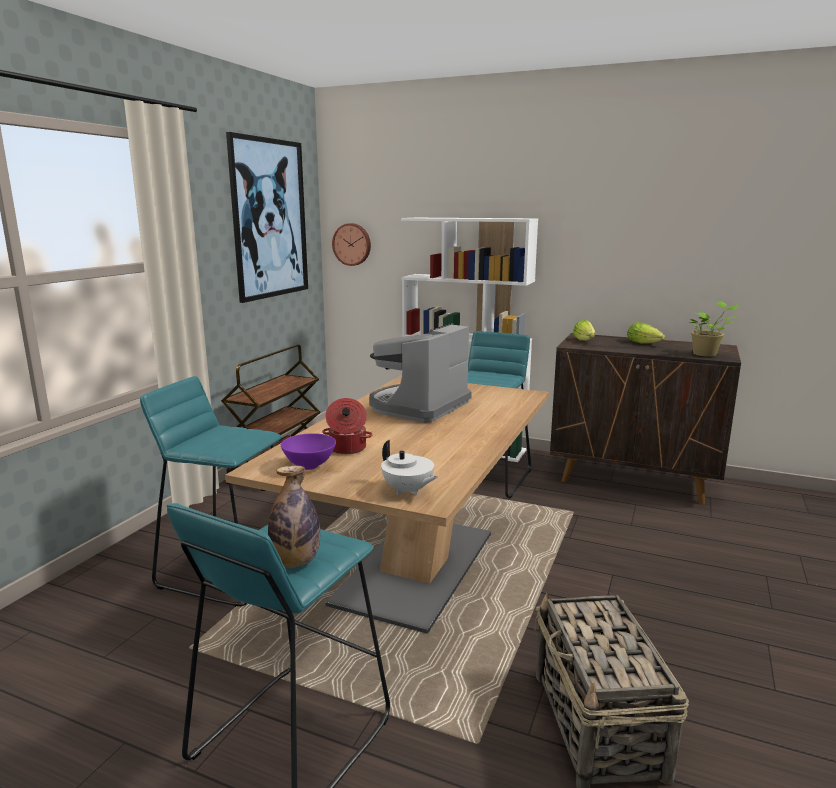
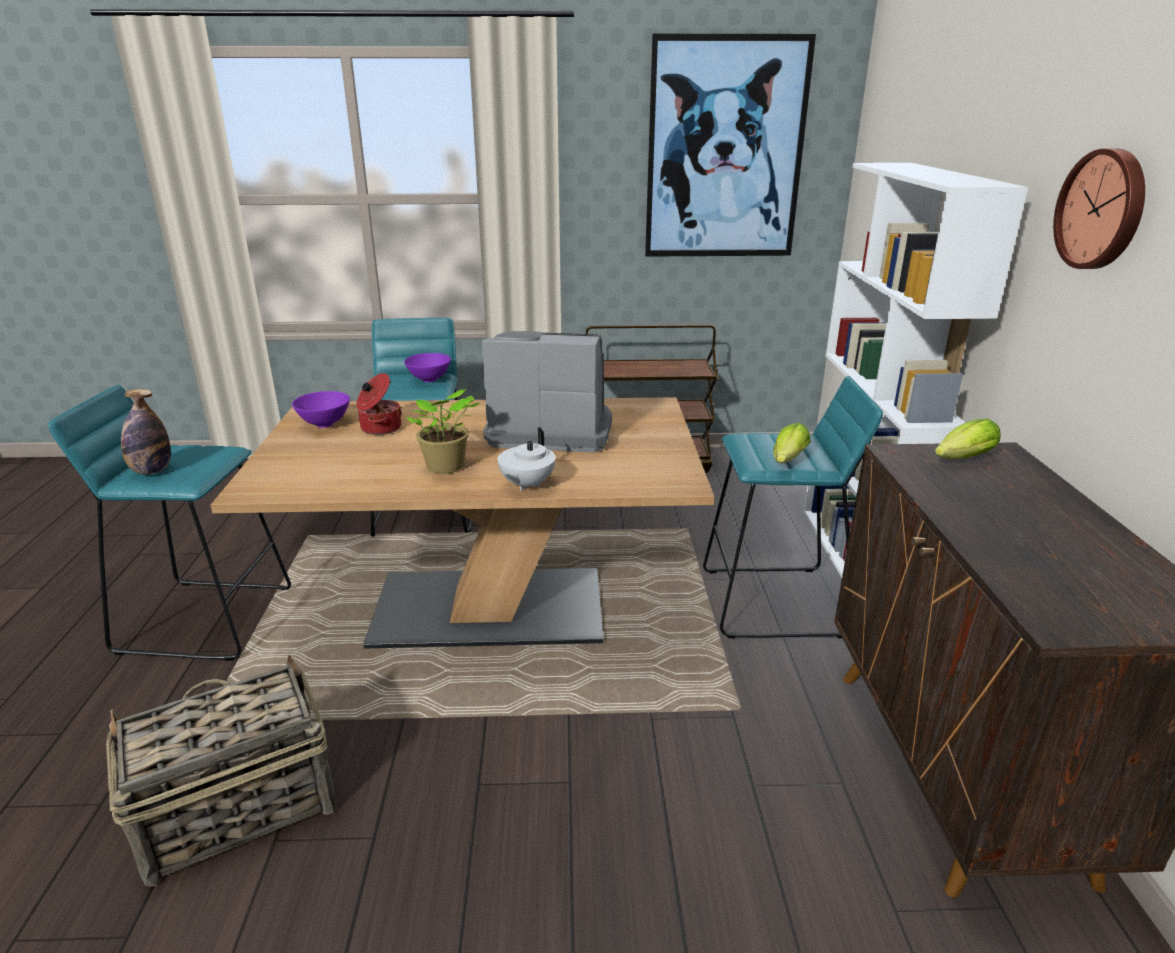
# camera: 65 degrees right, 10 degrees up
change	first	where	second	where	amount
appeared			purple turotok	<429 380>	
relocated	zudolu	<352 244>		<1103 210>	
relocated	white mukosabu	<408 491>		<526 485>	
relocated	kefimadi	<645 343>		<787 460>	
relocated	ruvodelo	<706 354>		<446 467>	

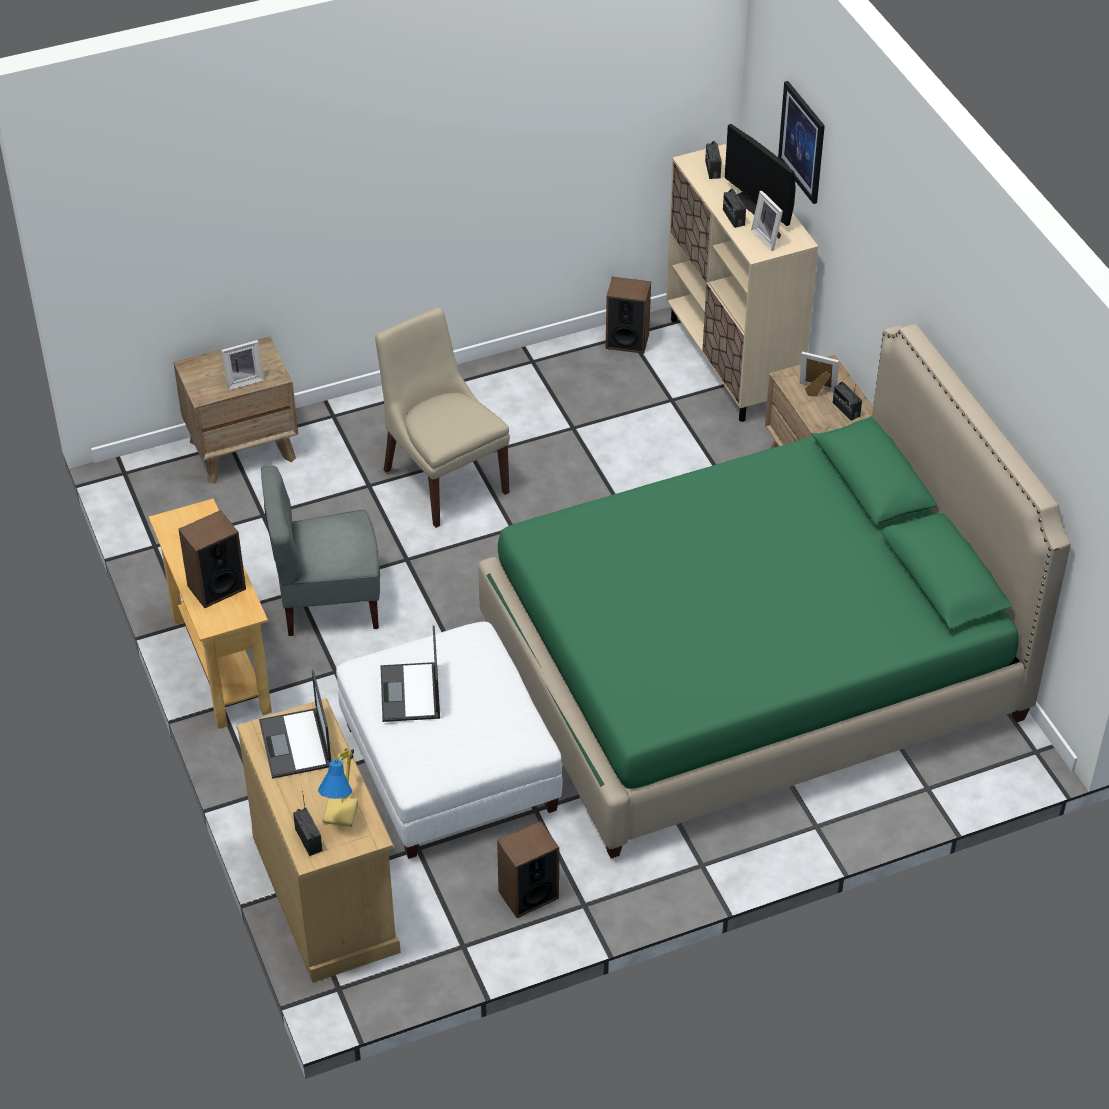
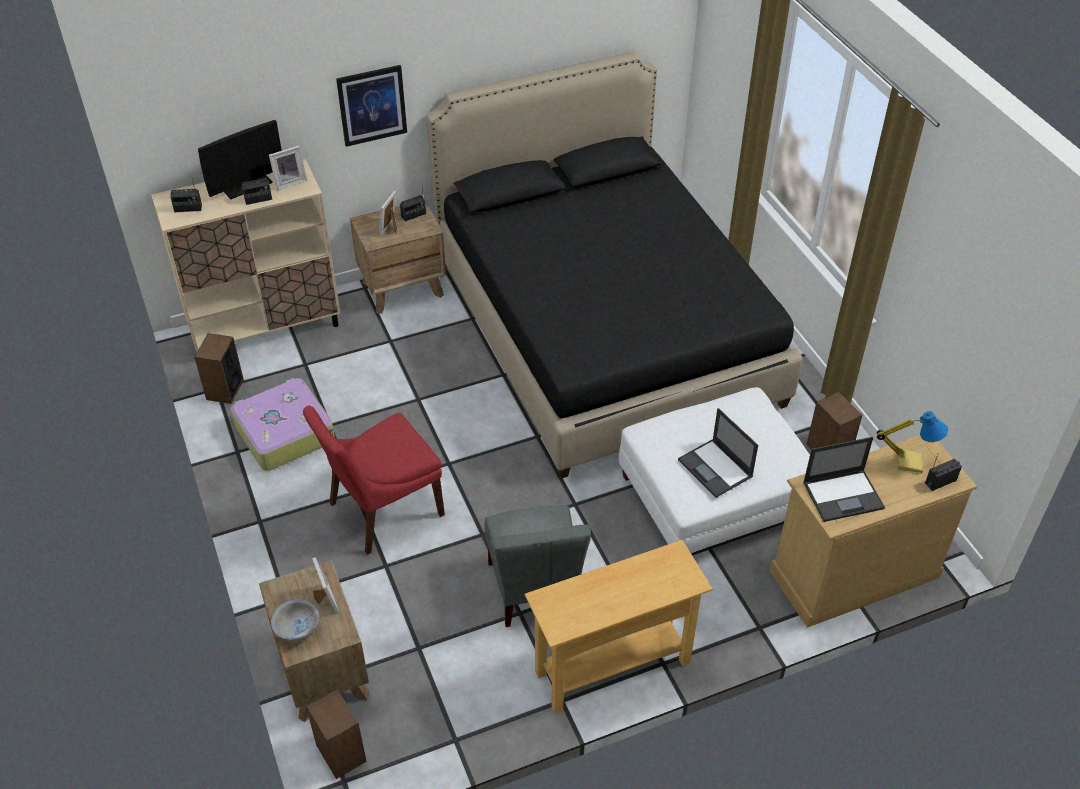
# camera: 90 degrees left, 0 degrees up
change	first	where	second	where	amount
appeared			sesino	<283 433>	
appeared			white turotok	<297 629>	
relocated	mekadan	<216 587>		<340 753>	
relocated	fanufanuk	<802 142>		<372 105>	
colour	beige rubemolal	<443 478>	red rubemolal	<382 511>	
colour	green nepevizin	<751 671>	black nepevizin	<603 330>	
spun	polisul	<410 693>		<716 469>	60 degrees clockwise

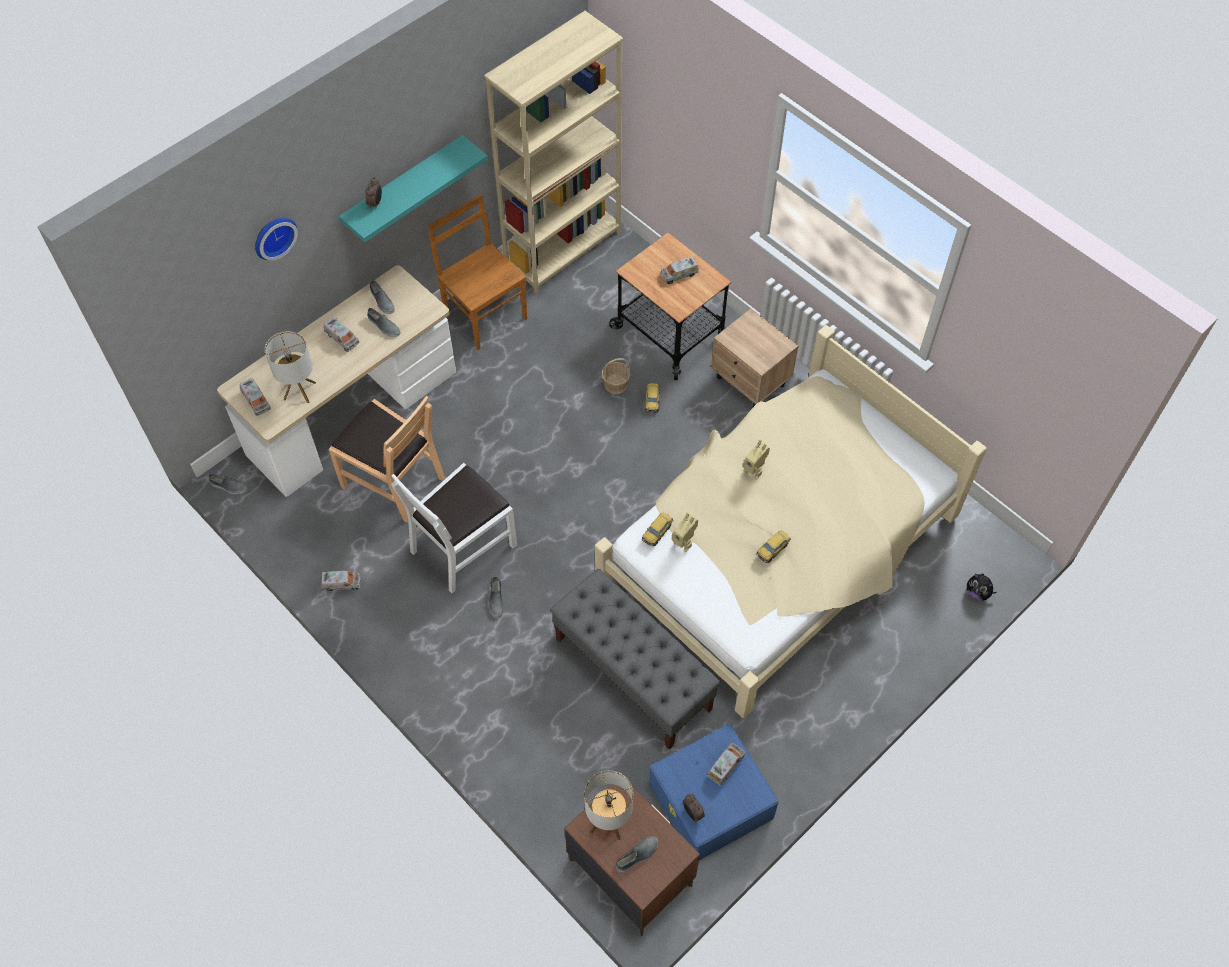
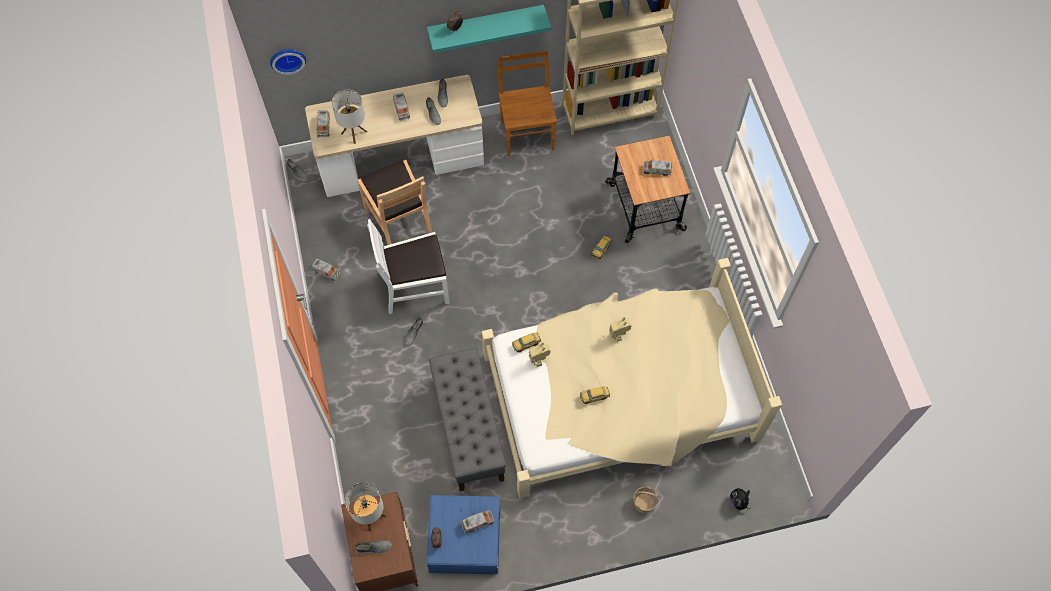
# camera: 30 degrees right, 5 degrees up
change	first	where	second	where	amount
missing	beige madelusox	<751 381>			
relocated	zudolu	<273 236>		<287 59>	
relocated	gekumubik	<615 384>		<644 503>	

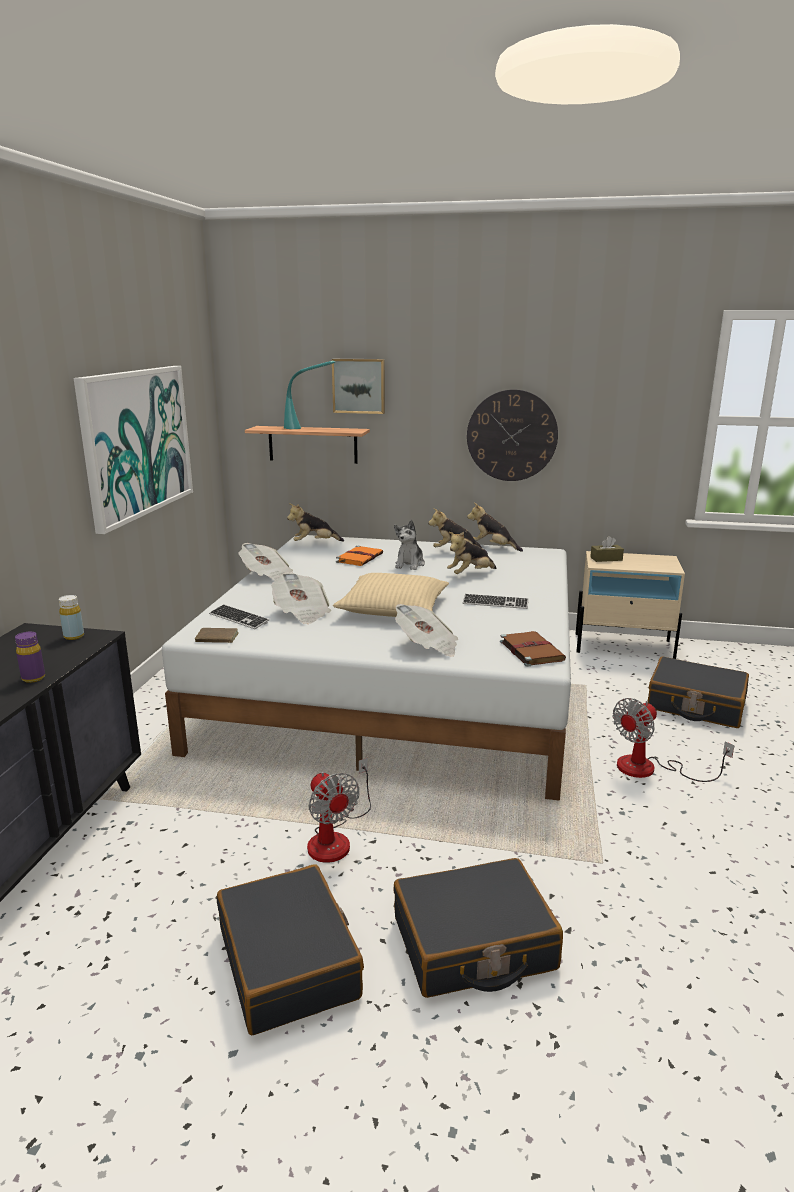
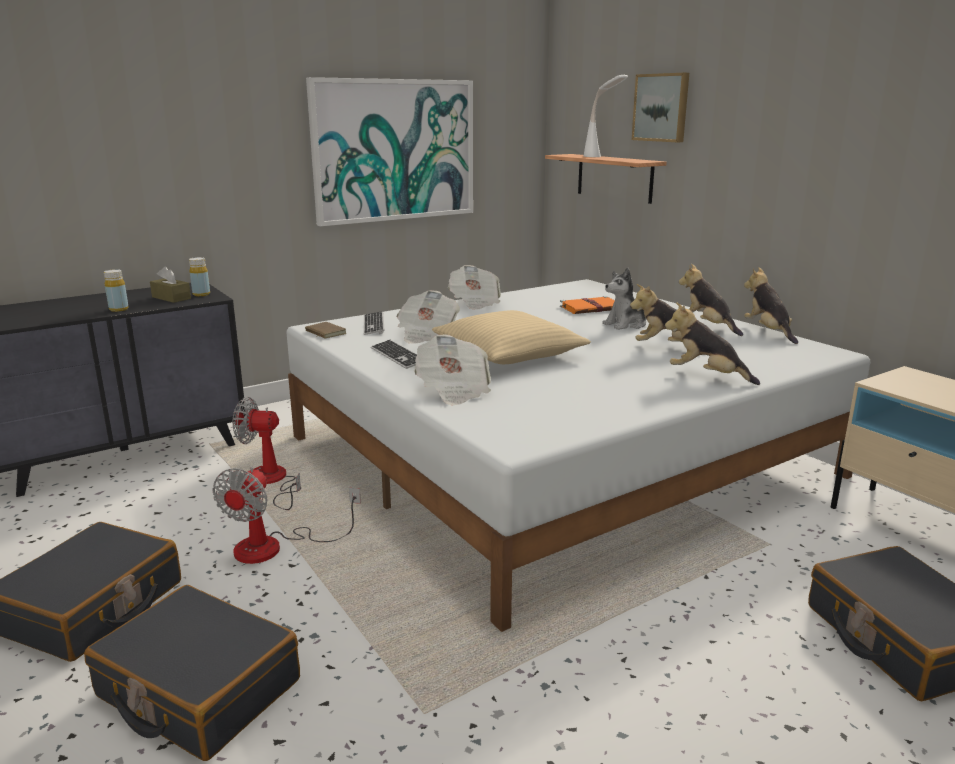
# camera: 45 degrees right, 0 degrees up
change	first	where	second	where	amount
missing	zudolu	<512 435>			
missing	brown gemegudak	<530 650>			
relocated	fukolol	<314 543>		<706 376>	
relocated	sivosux	<495 603>		<397 356>	
relocated	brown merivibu	<606 559>		<171 298>	
relocated	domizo	<650 769>		<272 482>	
colour	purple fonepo	<33 678>	yellow fonepo	<119 309>	
colour	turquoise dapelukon	<310 429>	white dapelukon	<602 158>	

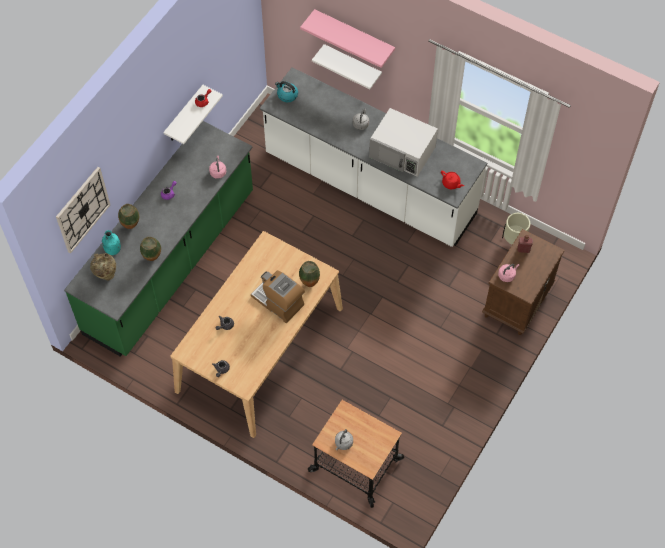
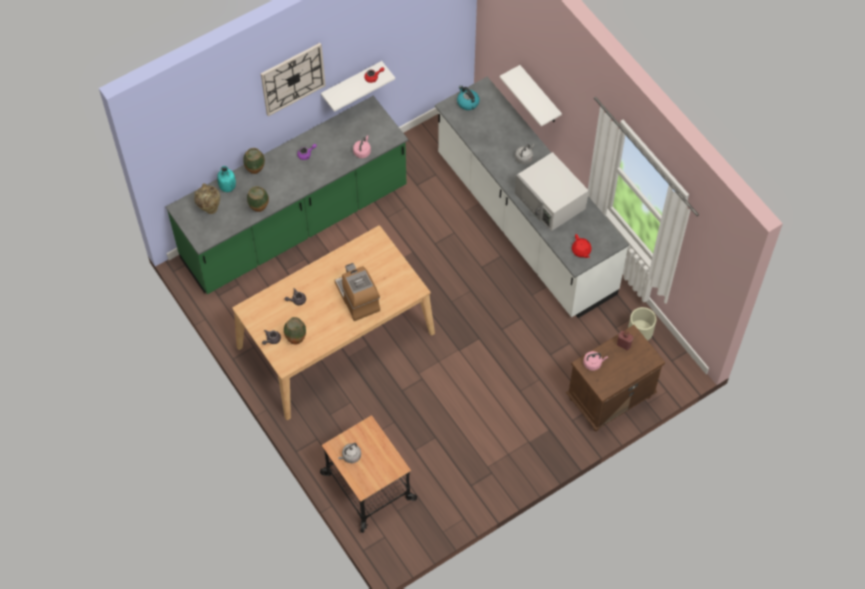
# camera: 25 degrees right, 0 degrees up
change	first	where	second	where	amount
missing	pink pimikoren	<354 36>			
relocated	zudolu	<82 209>		<293 78>	
relocated	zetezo	<309 283>		<296 340>	

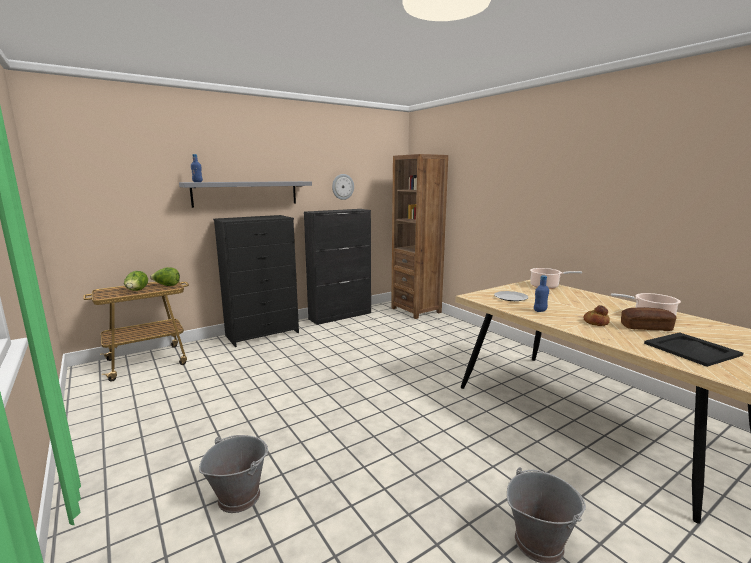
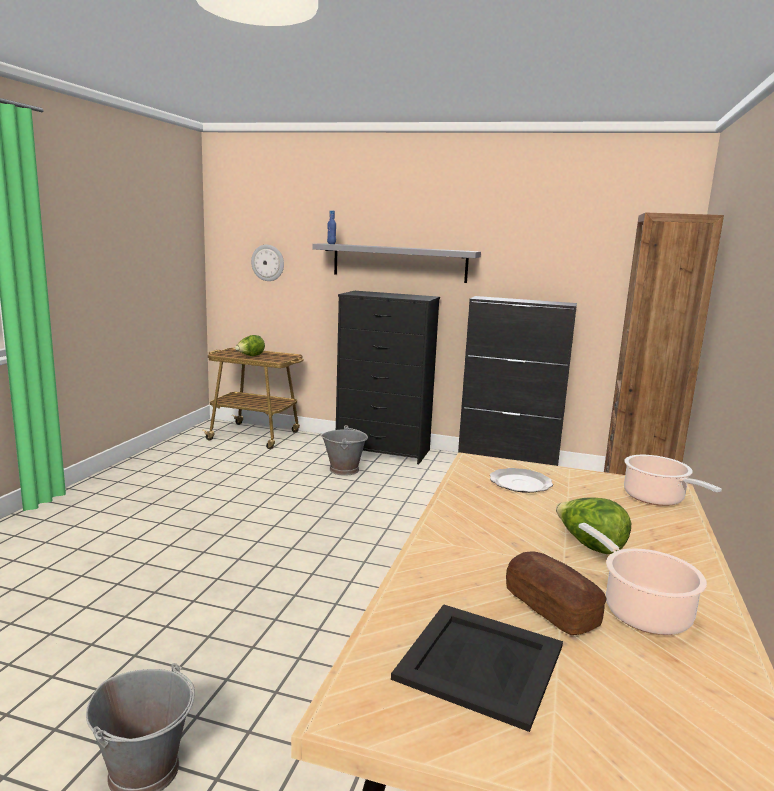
# camera: 50 degrees right, 0 degrees up
change	first	where	second	where	amount
missing	blue fonepo	<540 311>			
missing	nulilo	<595 322>			
relocated	kefimadi	<166 285>		<589 546>	
relocated	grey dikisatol	<239 496>		<344 470>	
relocated	zudolu	<342 186>		<268 263>	

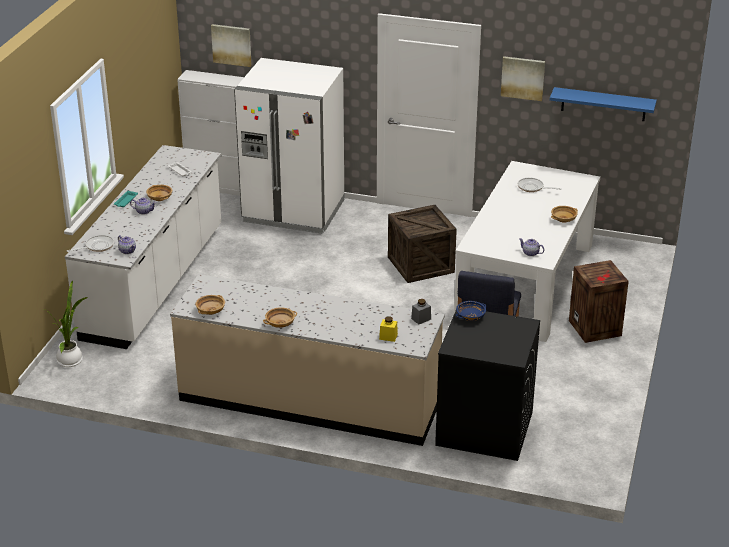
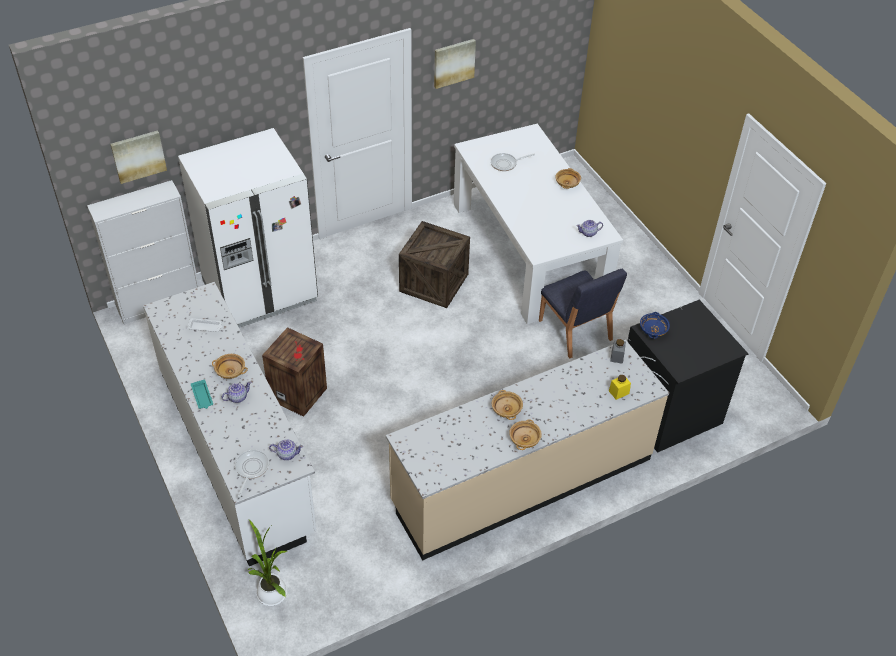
# camera: 45 degrees left, 15 degrees up
change	first	where	second	where	amount
missing	blue pimikoren	<603 104>			
relocated	beige turotok	<210 310>		<506 409>	
relocated	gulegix	<596 328>		<299 393>	

